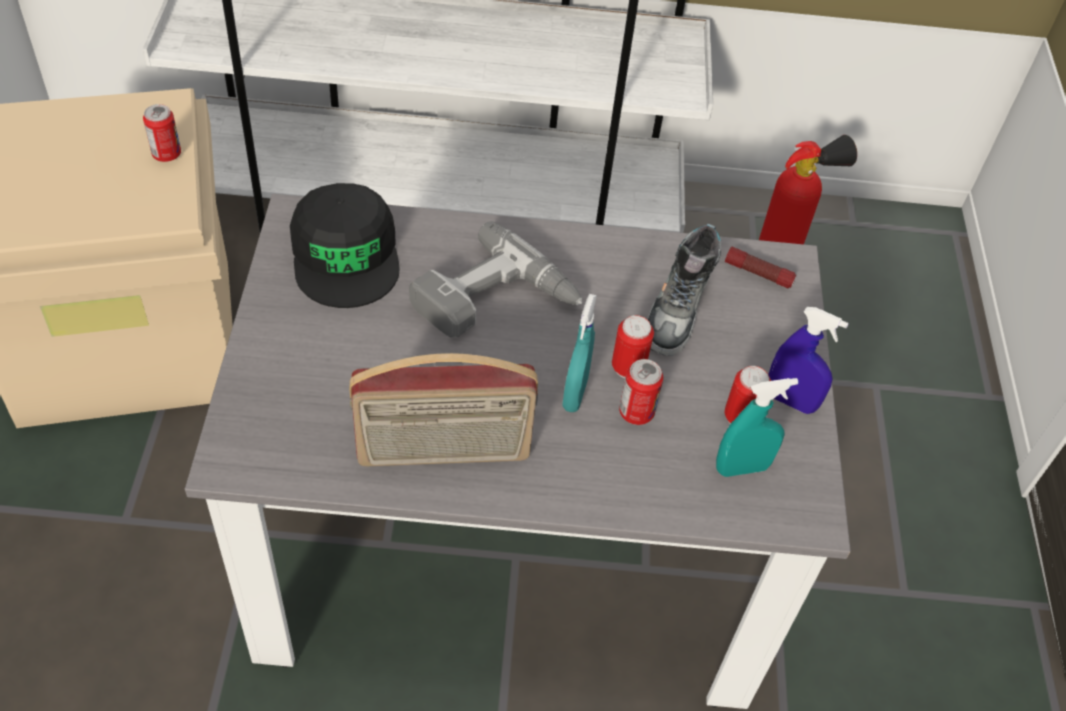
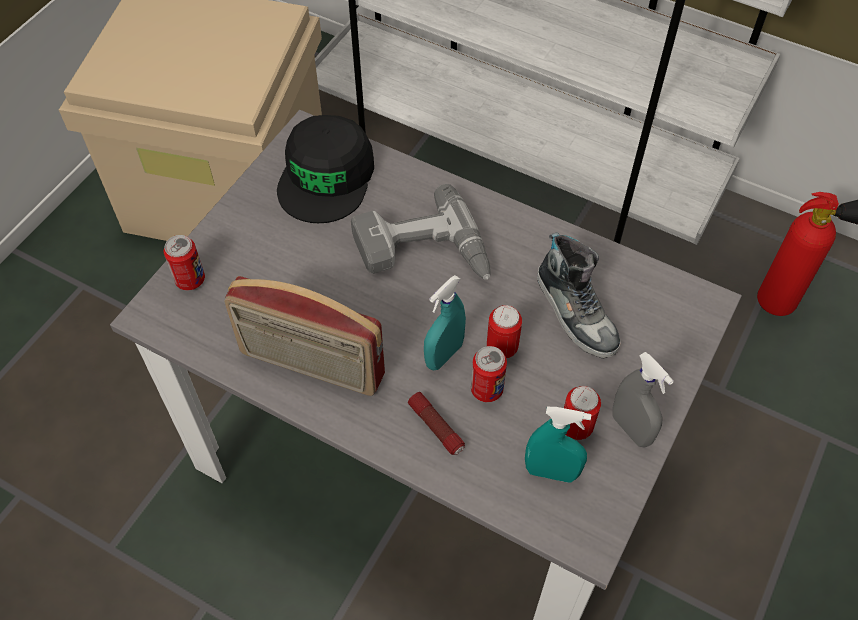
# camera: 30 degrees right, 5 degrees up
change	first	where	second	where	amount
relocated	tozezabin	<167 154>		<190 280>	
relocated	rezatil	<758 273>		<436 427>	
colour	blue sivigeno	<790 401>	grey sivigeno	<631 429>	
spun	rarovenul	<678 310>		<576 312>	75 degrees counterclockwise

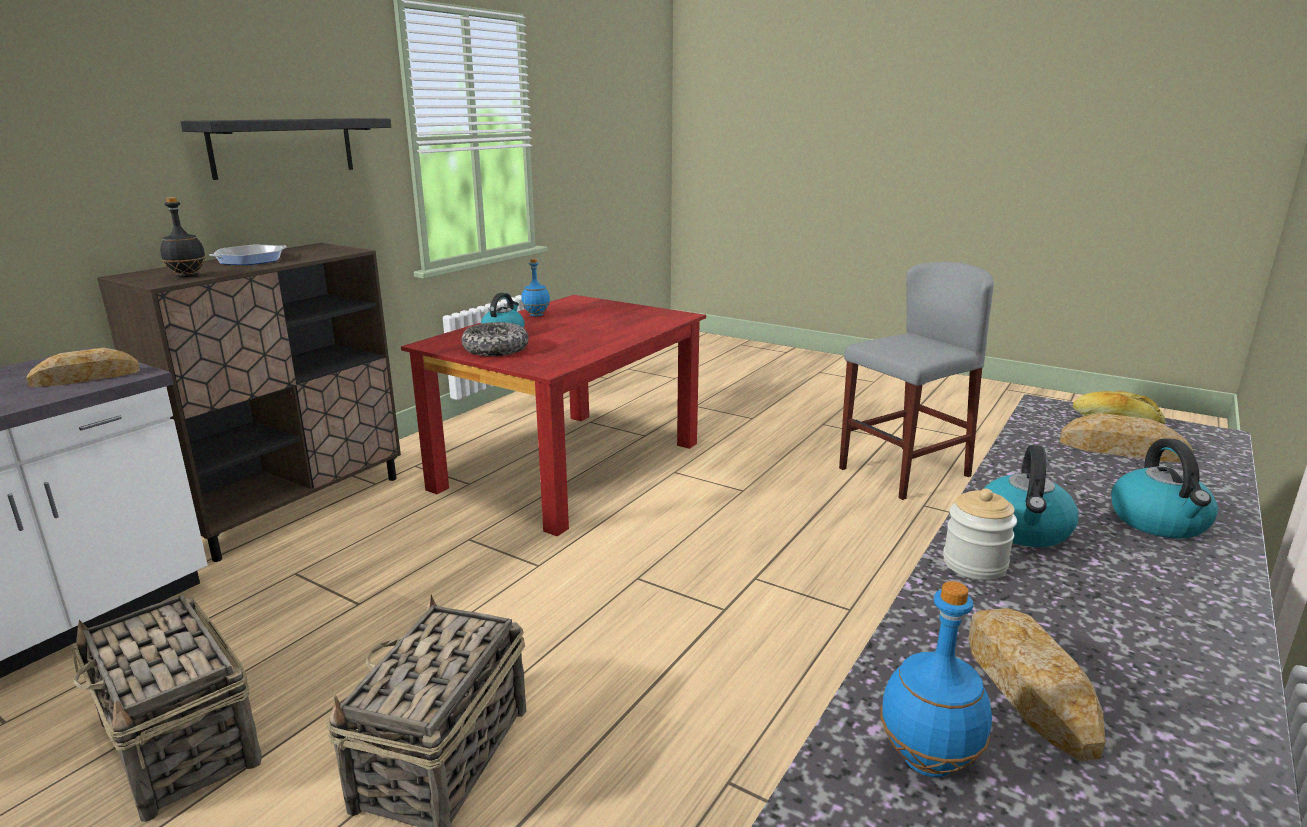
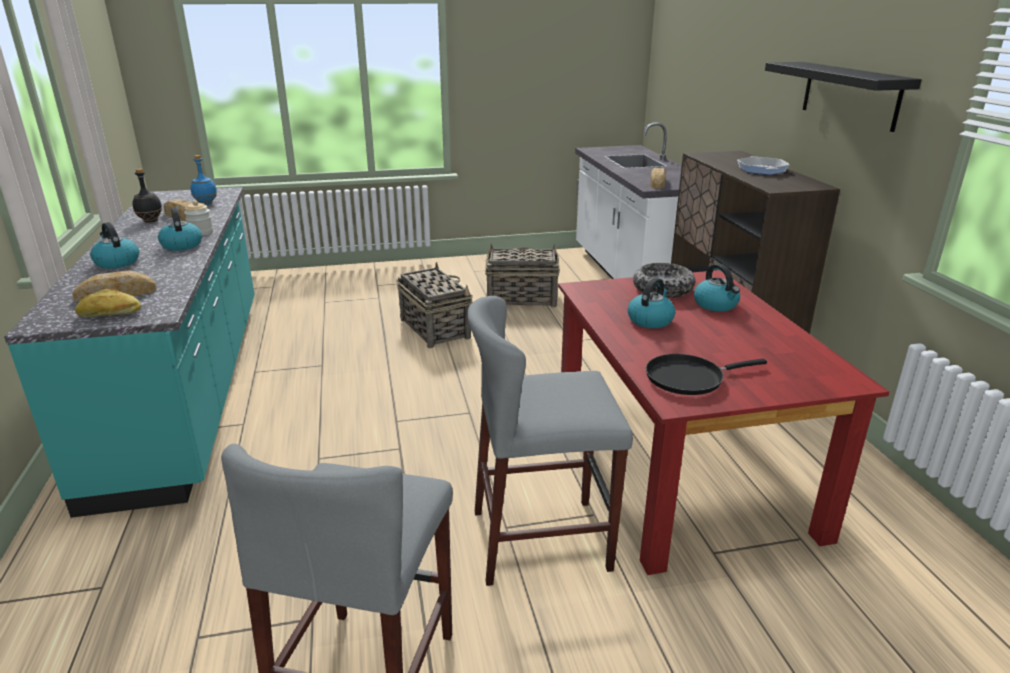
# camera: 135 degrees right, 5 degrees up
change	first	where	second	where	amount
missing	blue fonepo	<536 315>			
appeared			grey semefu	<541 540>	
appeared			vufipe	<650 320>	
appeared			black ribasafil	<689 378>	
relocated	black fonepo	<188 276>		<150 221>	

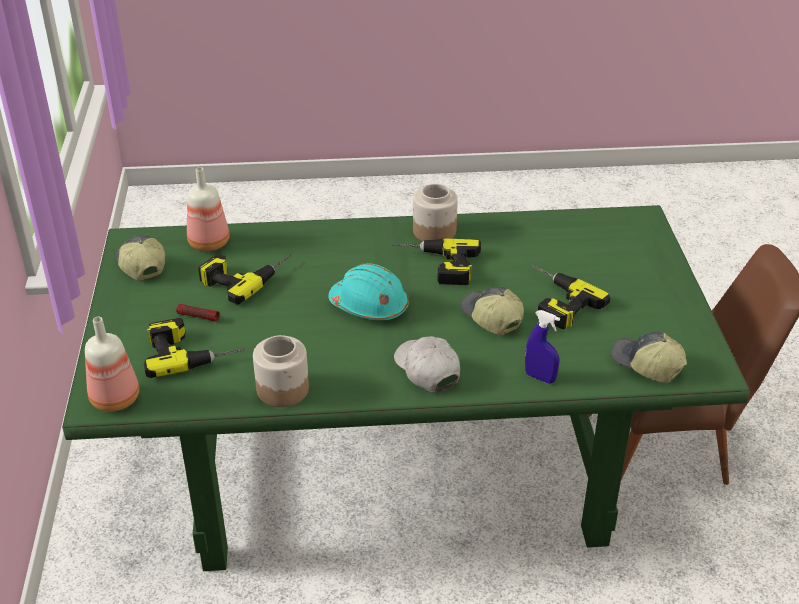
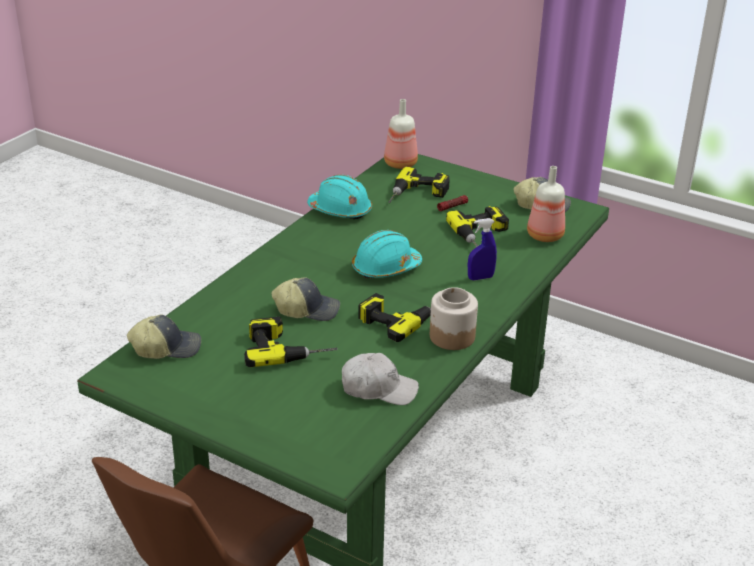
# camera: 125 degrees right, 5 degrees down
change	first	where	second	where	amount
relocated	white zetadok	<427 370>		<378 388>	
relocated	blue sivigeno	<540 377>		<480 278>	
exchanged	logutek	<283 389>	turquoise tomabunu	<340 210>	

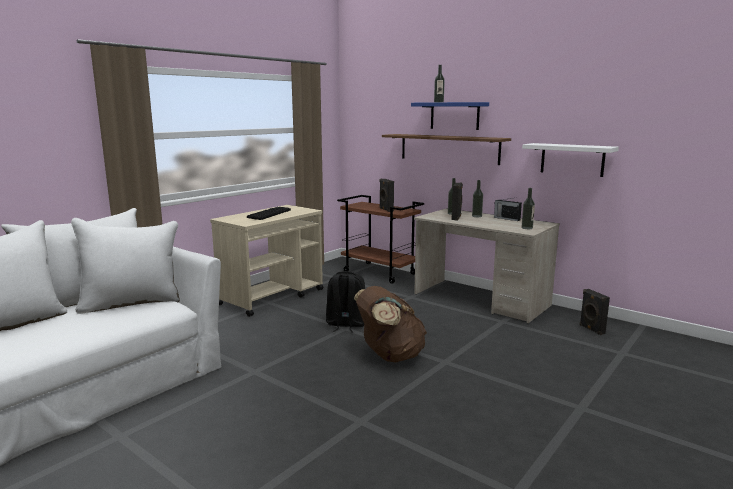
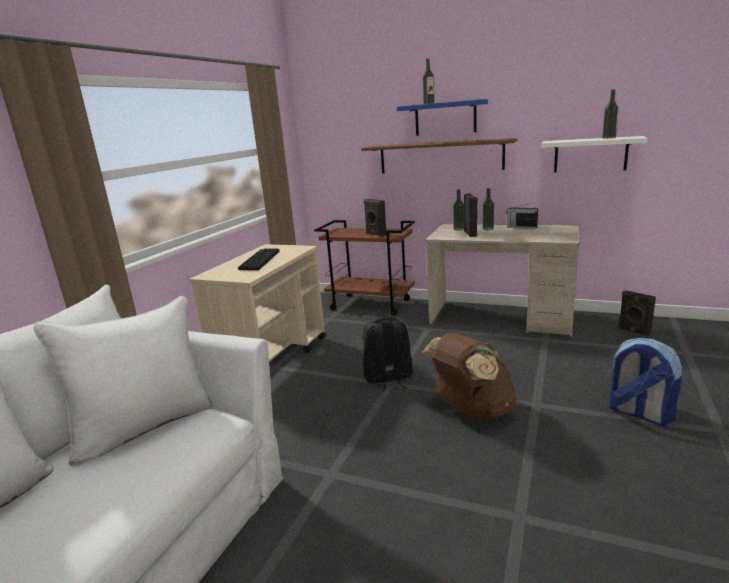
# camera: 15 degrees left, 5 degrees up
change	first	where	second	where	amount
appeared			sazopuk	<638 413>	
relocated	fonepo	<527 228>		<609 138>	

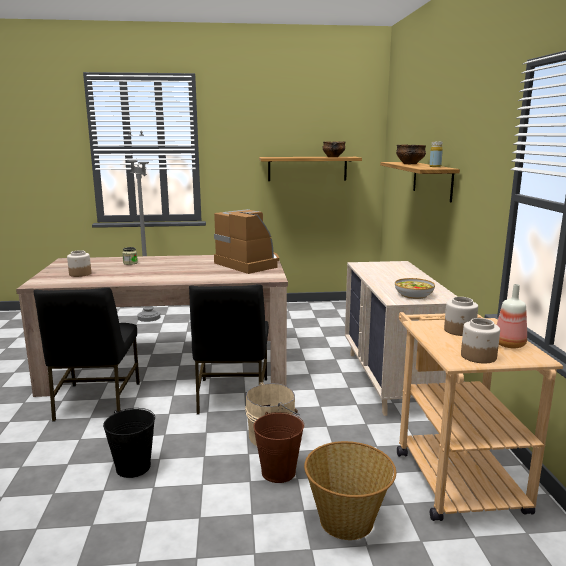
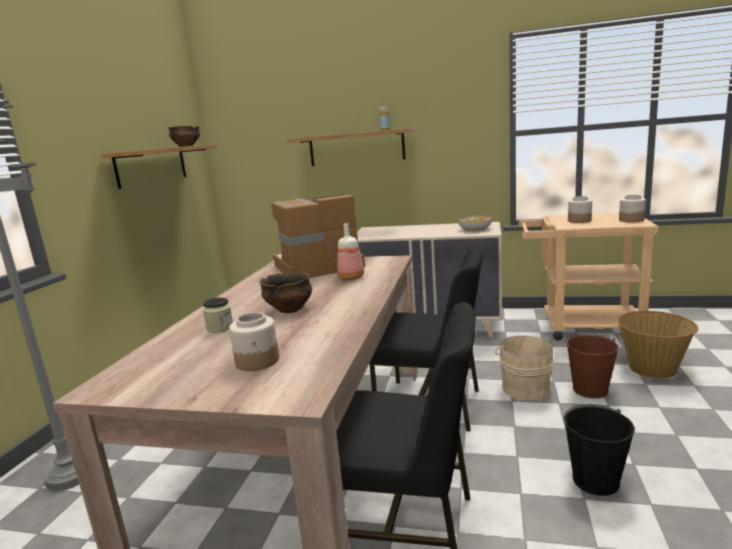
# camera: 70 degrees left, 0 degrees up
change	first	where	second	where	amount
relocated	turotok	<410 164>		<290 309>	
relocated	fonepo	<510 344>		<351 278>	

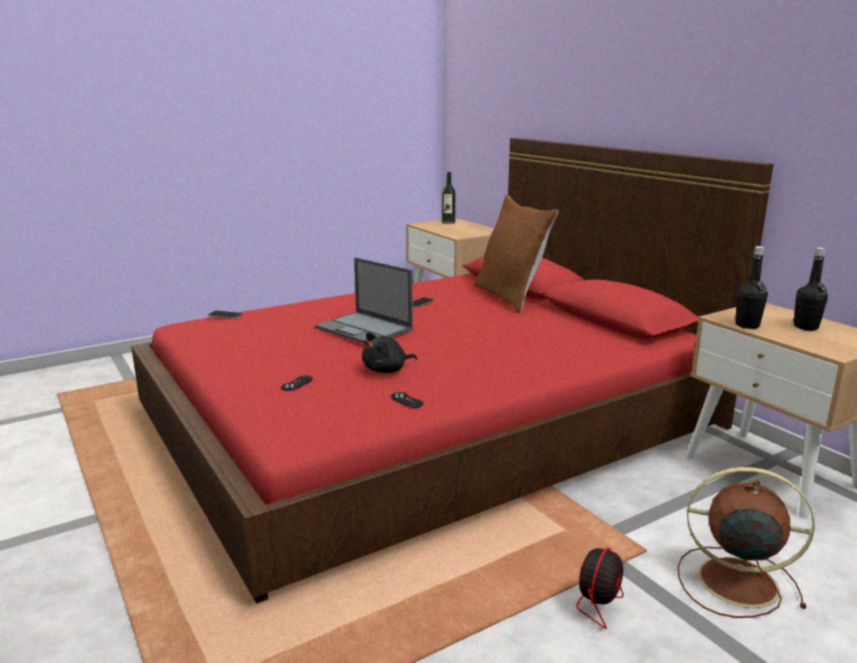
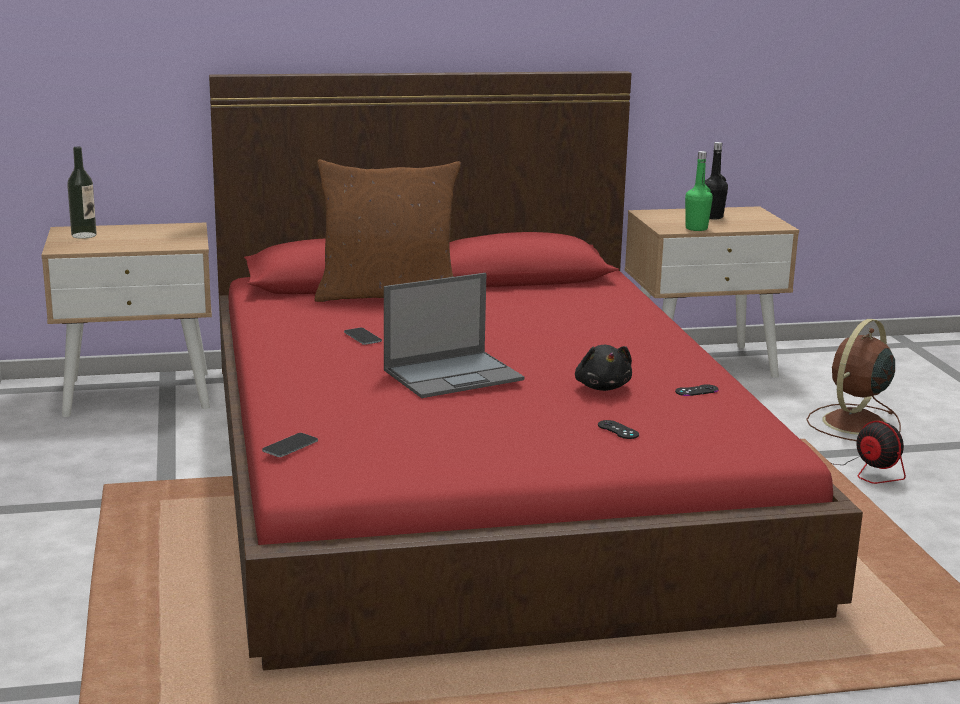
# camera: 70 degrees left, 0 degrees up
change	first	where	second	where	amount
colour	black fonepo	<747 325>	green fonepo	<696 228>	

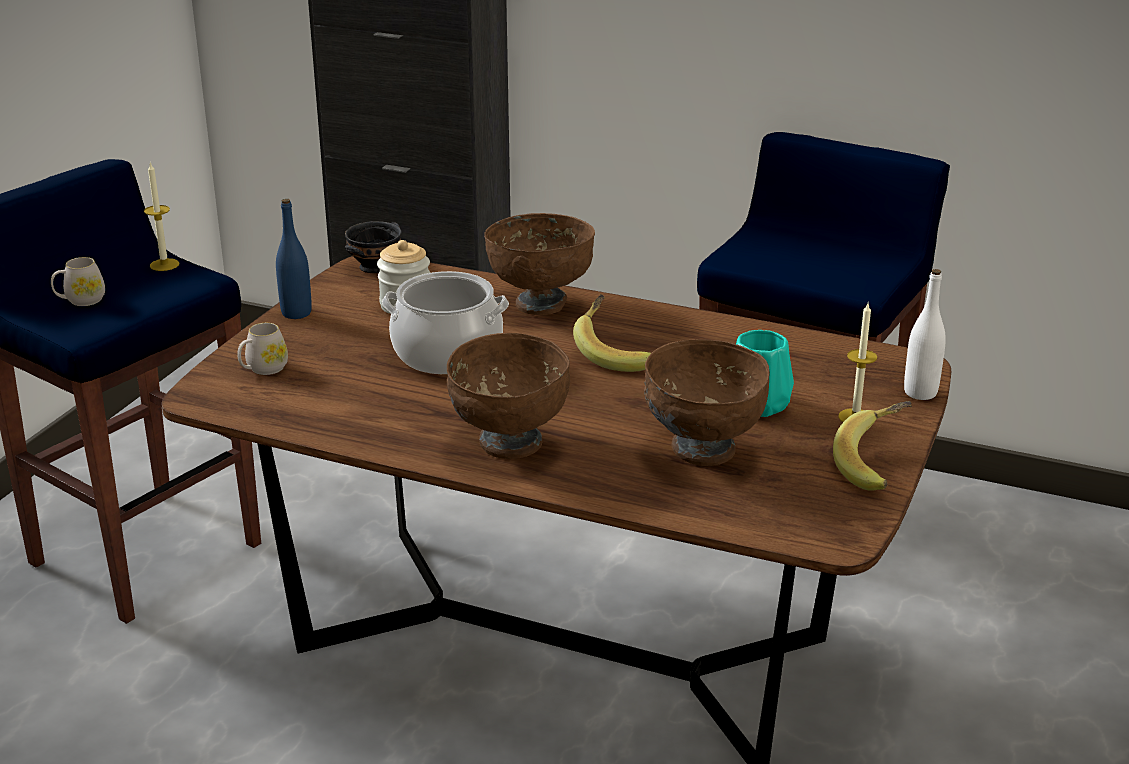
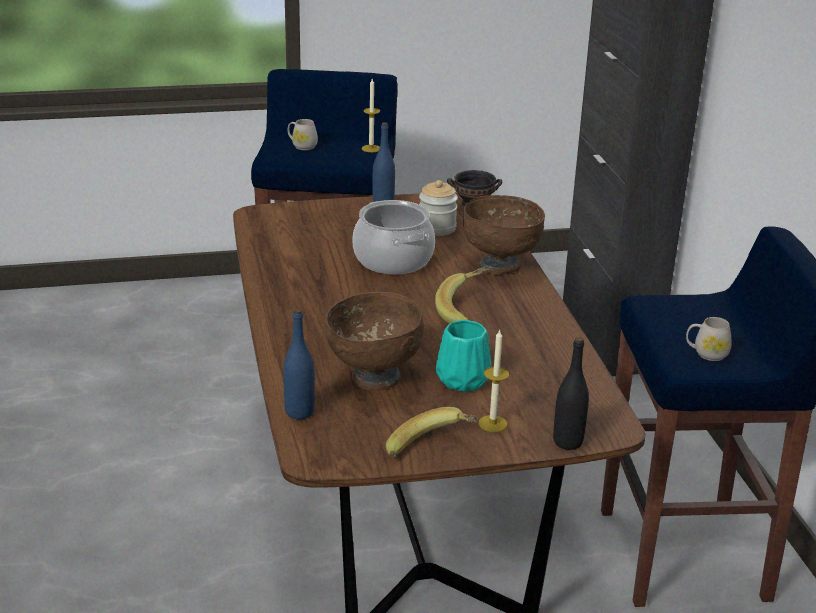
# camera: 55 degrees right, 0 degrees up
change	first	where	second	where	amount
missing	brown turotok	<509 443>			
appeared			blue fonepo	<299 412>	
relocated	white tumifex	<263 369>		<706 353>	
colour	white fonepo	<920 392>	black fonepo	<567 442>	

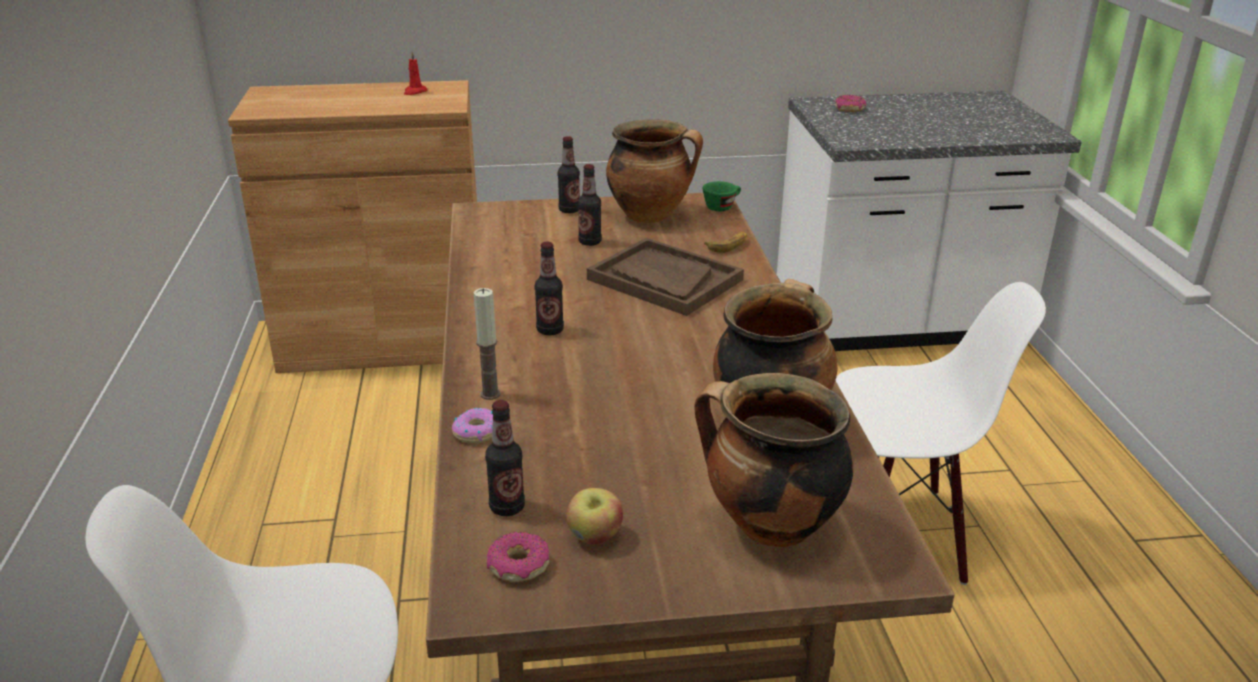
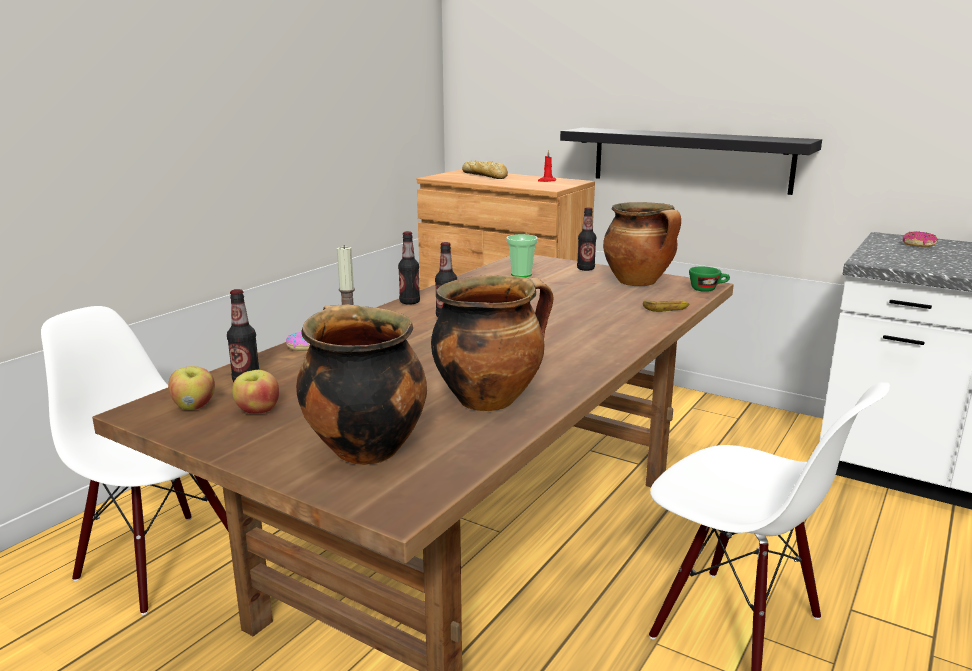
# camera: 40 degrees right, 10 degrees down
change	first	where	second	where	amount
missing	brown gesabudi	<664 280>			
appeared			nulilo	<485 176>	
appeared			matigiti	<521 274>	
appeared			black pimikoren	<690 159>	
relocated	fonepo	<590 242>		<409 302>	
exchanged	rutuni	<518 566>	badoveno	<194 406>	

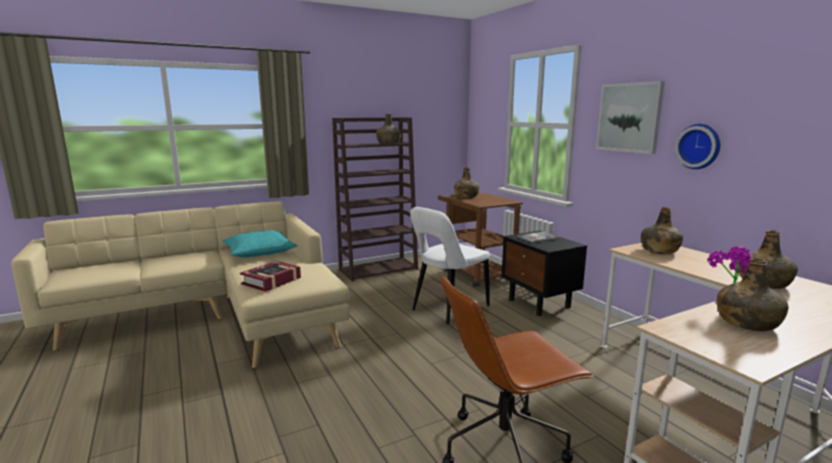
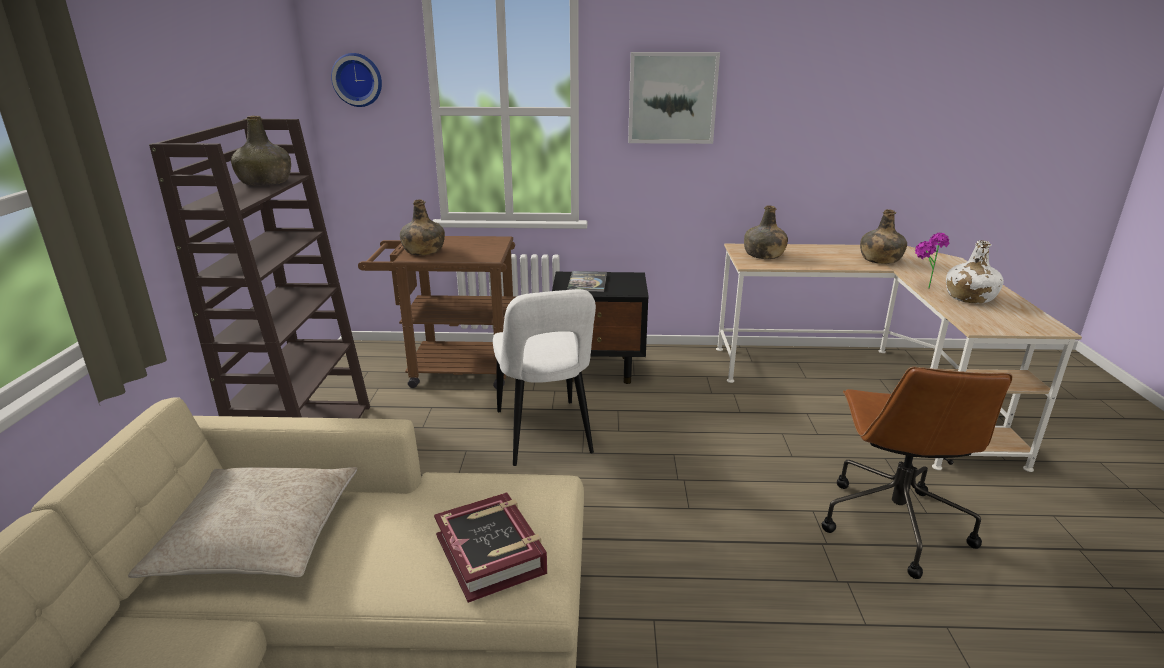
# camera: 60 degrees left, 10 degrees up
change	first	where	second	where	amount
relocated	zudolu	<699 146>		<358 80>	
colour	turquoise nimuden	<259 252>	beige nimuden	<259 537>	
colour	green fonepo	<747 323>	white fonepo	<968 298>	

